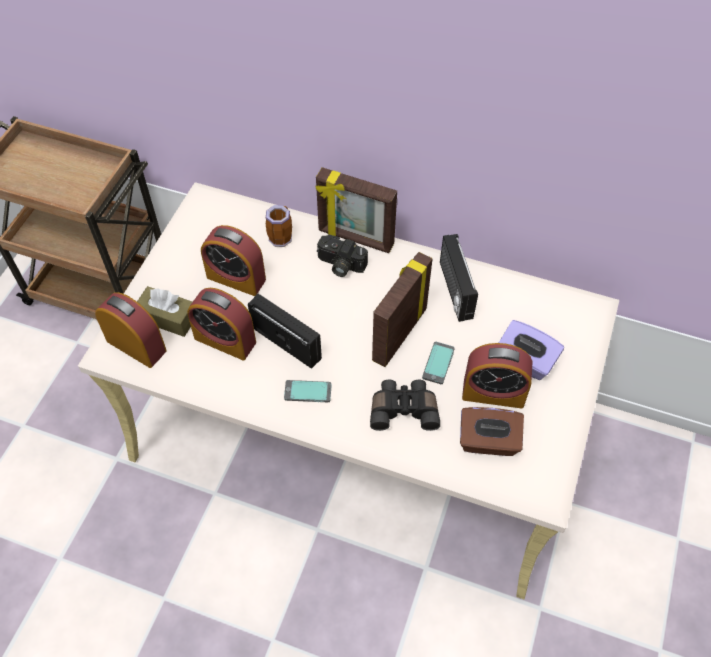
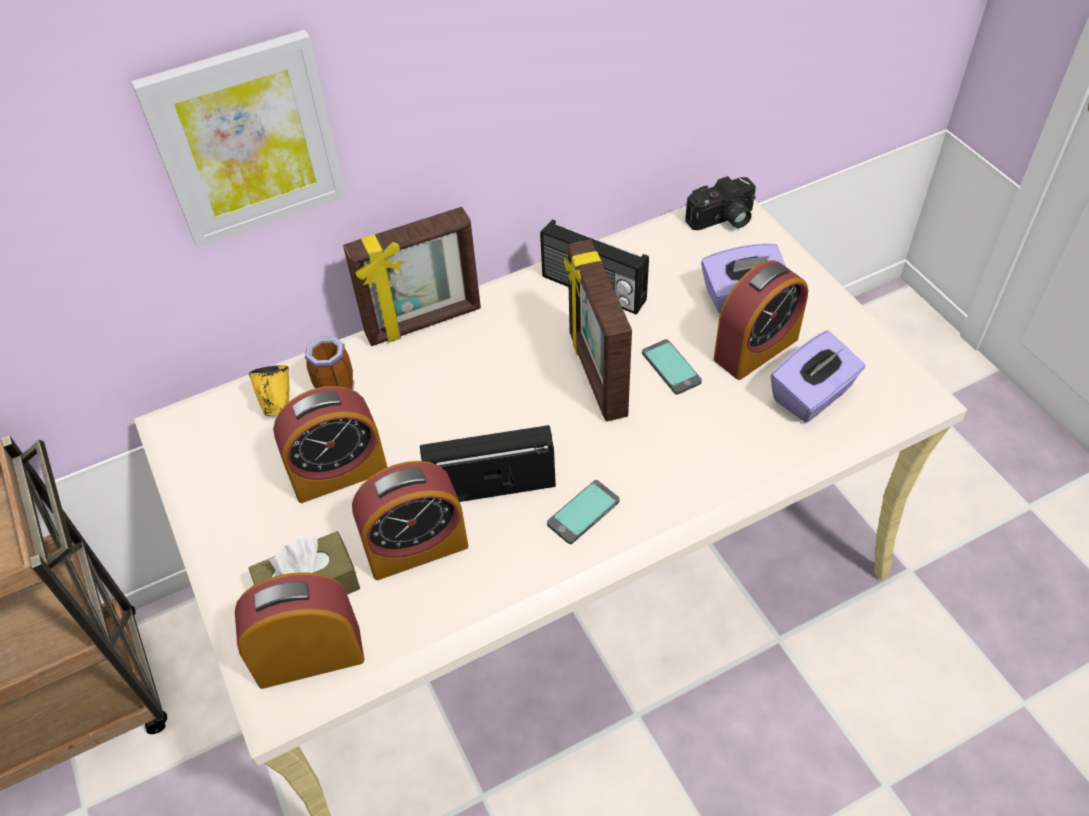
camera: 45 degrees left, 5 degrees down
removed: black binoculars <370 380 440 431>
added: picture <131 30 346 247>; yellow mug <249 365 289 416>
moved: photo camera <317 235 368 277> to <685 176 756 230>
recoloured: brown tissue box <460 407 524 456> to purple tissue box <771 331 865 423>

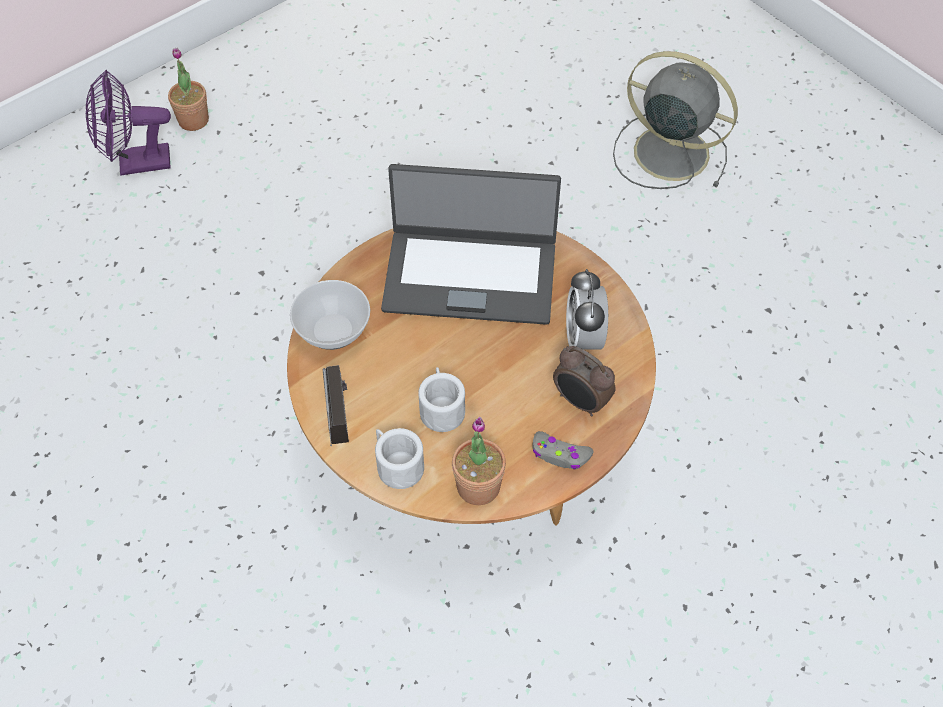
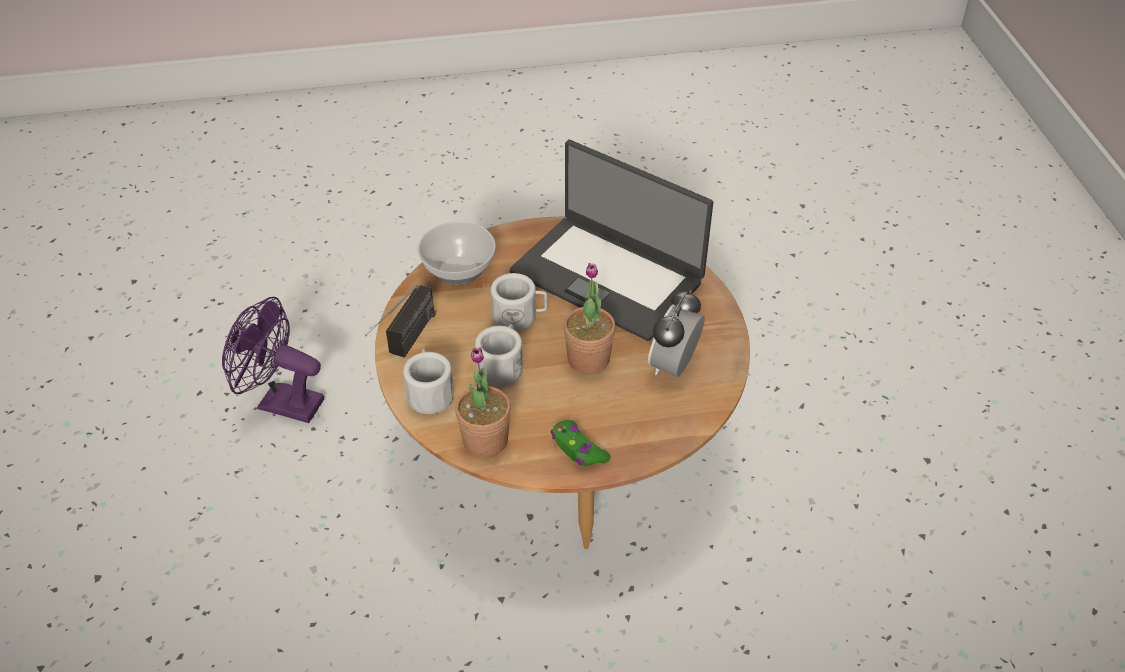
camera: 30 degrees right, 10 degrees down
removed: alarm clock <553 346 615 416>; grey fan <613 51 738 189>
added: white mug <490 273 547 331>
moved: purple fan <86 70 171 176> to <222 297 324 423>; potted plant <168 48 209 131> to <563 263 616 374>
recoloured: grey game controller <532 431 594 470> to green game controller <551 420 611 466>

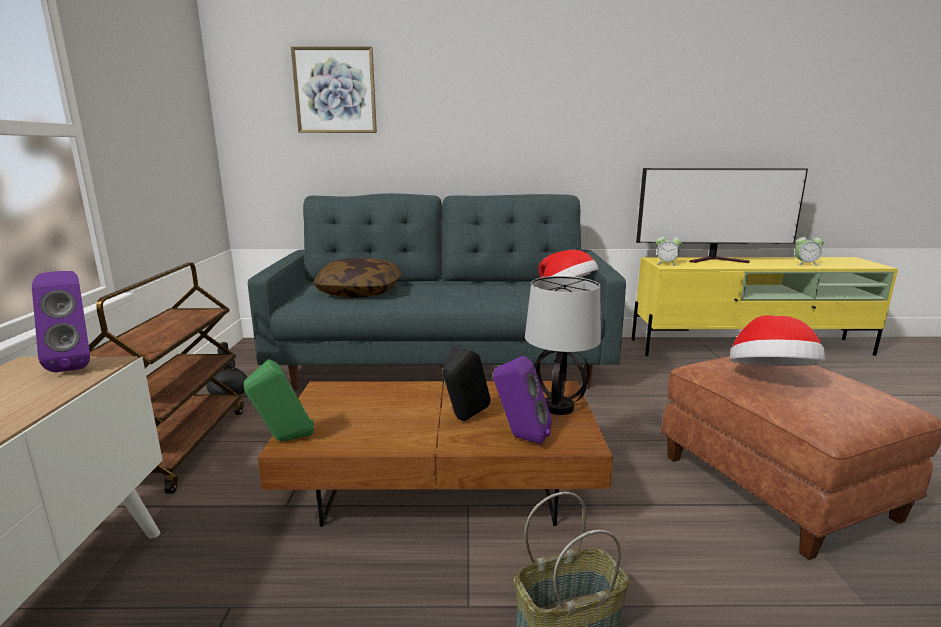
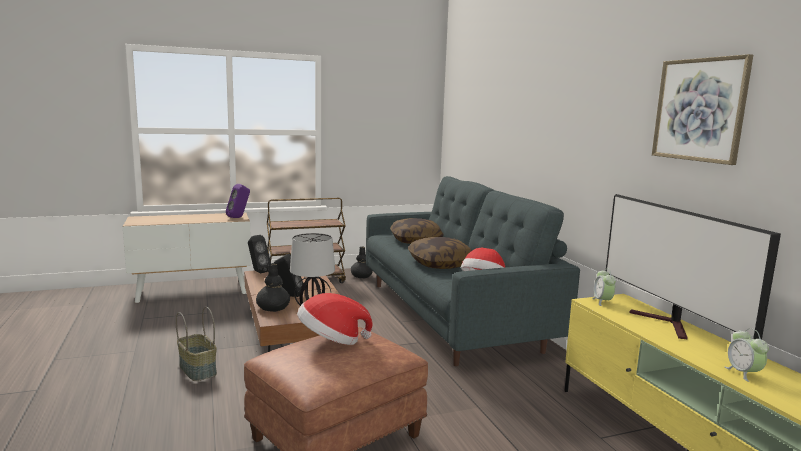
camera: 70 degrees right, 5 degrees down
added: pillow <408 237 472 269>
moved: picture <291 46 377 133> to <652 54 753 165>
replaced: purple speaker <493 356 552 444> to black vase <256 263 290 312>
recoloured: green speaker <244 359 314 442> to black speaker <248 235 271 273>

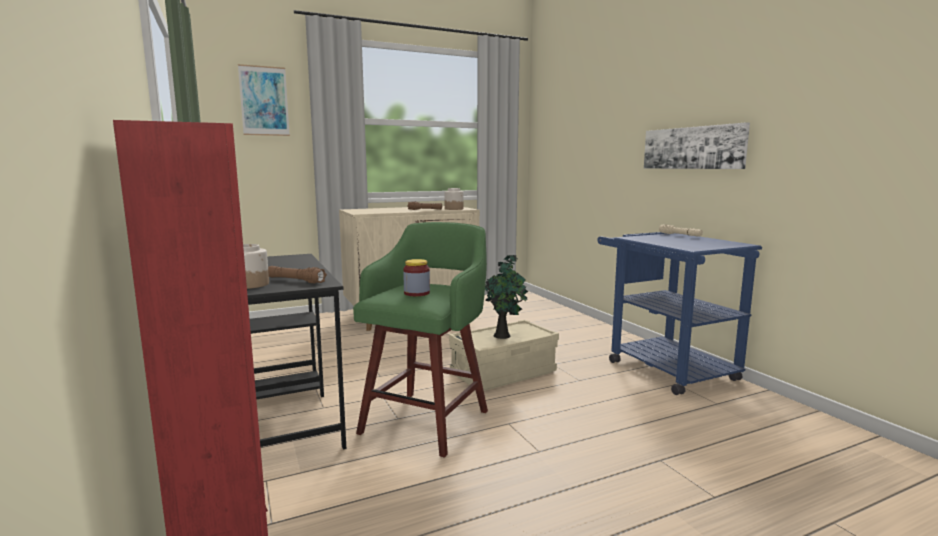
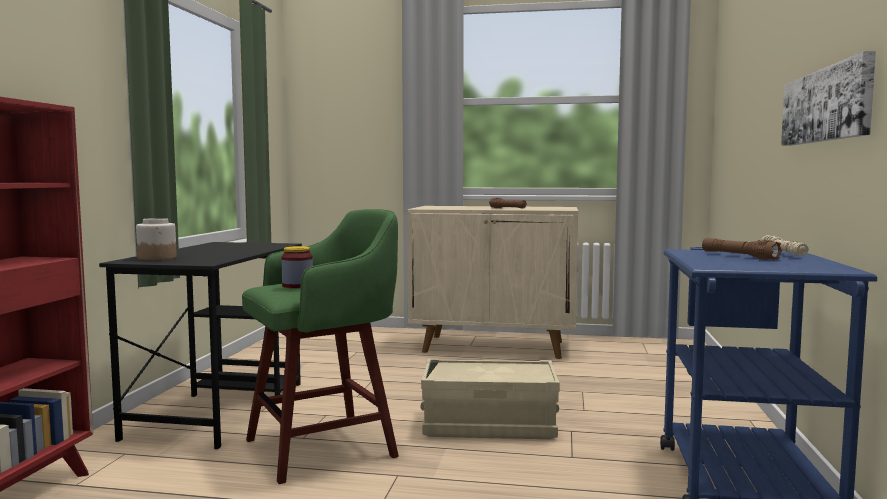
camera: 35 degrees right, 5 degrees down
removed: picture <238 64 290 136>; jar <445 188 464 210>; potted plant <485 255 528 339>
moved: brown flashlight <268 266 327 283> to <702 238 782 260>

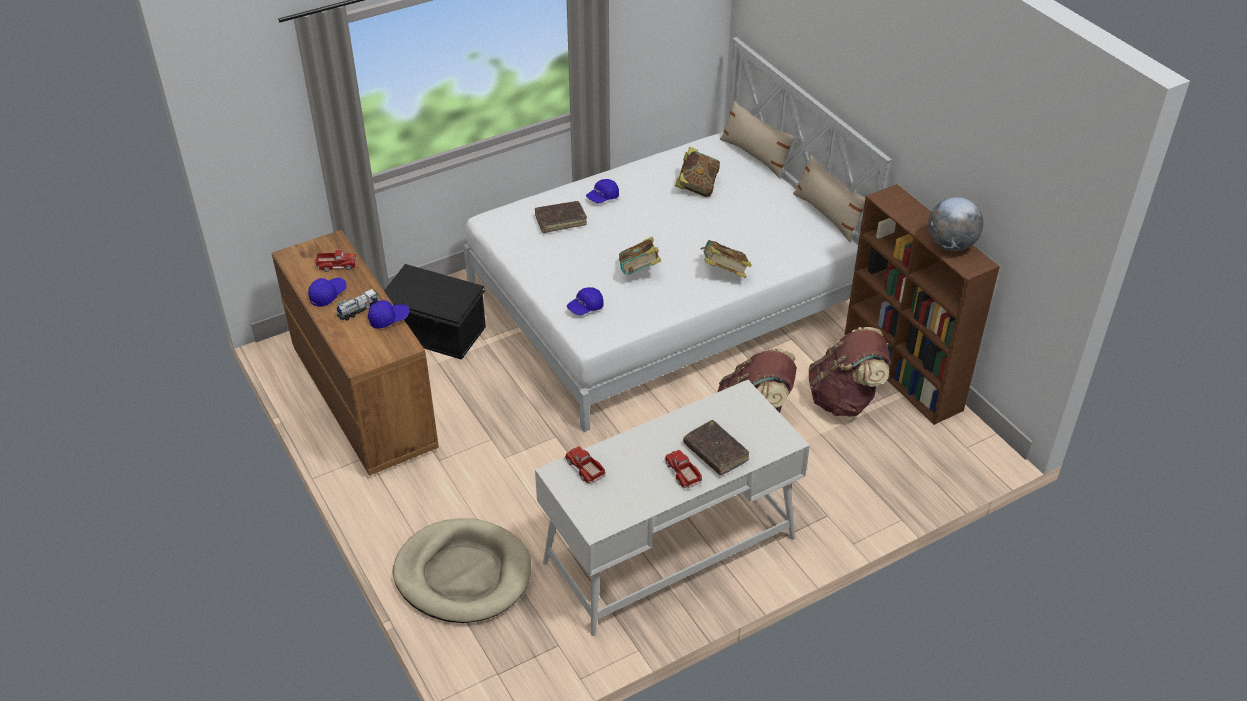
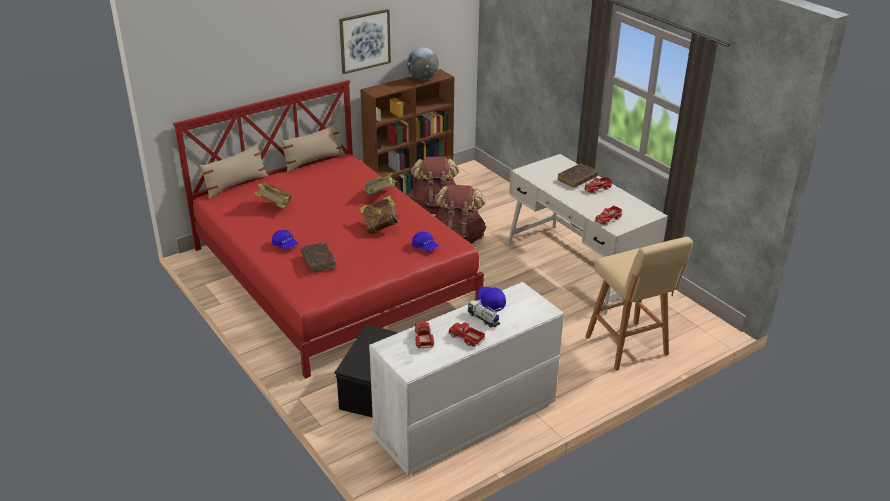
camera: 95 degrees left, 10 degrees down
added: picture <339 9 391 74>
replaced: blue cap <308 278 347 307> to toy truck <448 322 485 347>; beige dog bed <393 518 531 623> to beige stool <585 237 693 371>
recoloured: white bed <464 37 892 432> to red bed <173 80 484 379>; brown dresser <272 230 439 476> to white dresser <369 282 564 475>

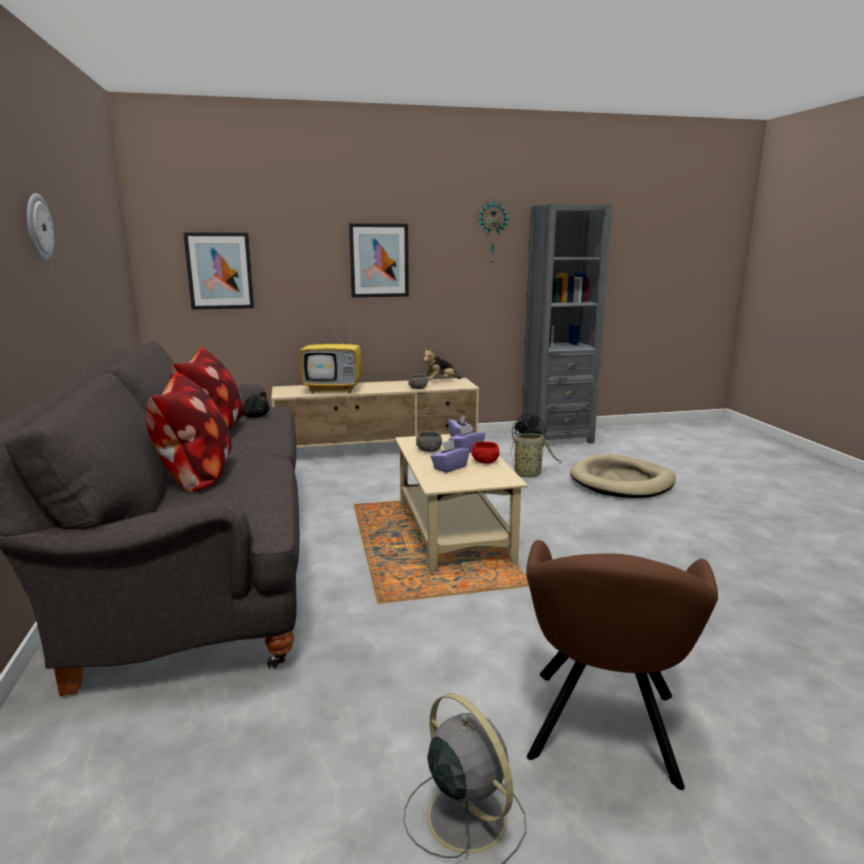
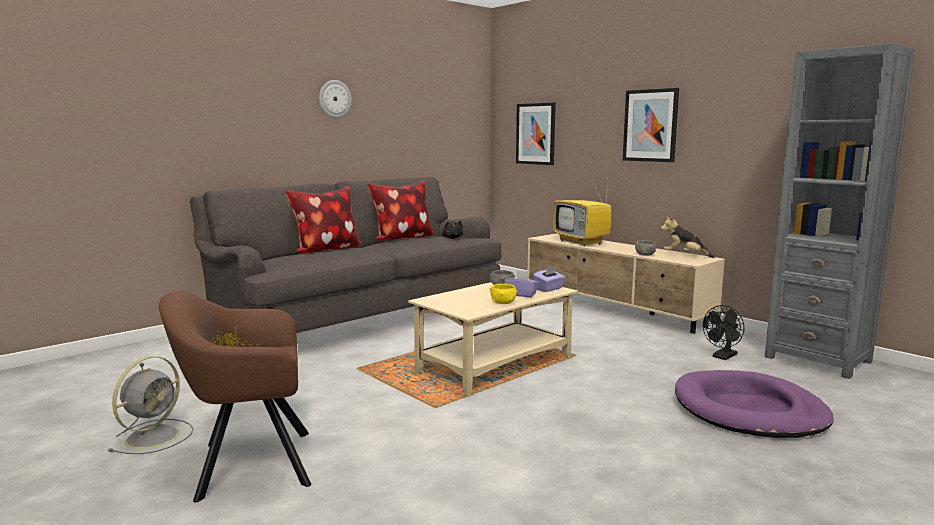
camera: 60 degrees right, 5 degrees down
removed: purple tissue box <430 440 470 473>; wall clock <477 201 509 264>; basket <511 433 562 478>
recoloured: red bowl <472 441 499 464> to yellow bowl <490 284 517 304>; beige dog bed <570 454 676 498> to purple dog bed <675 370 834 438>

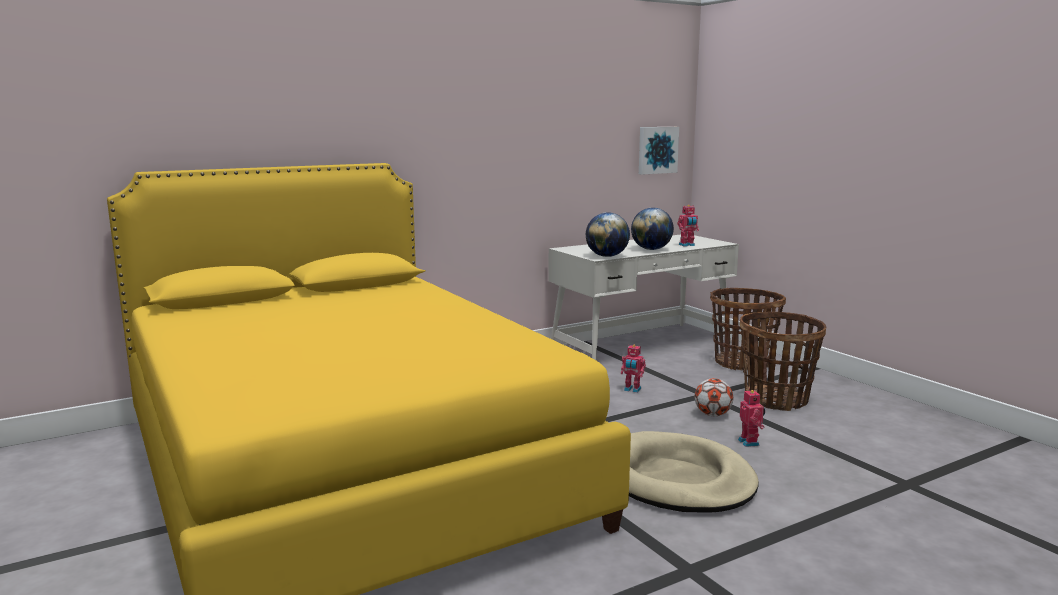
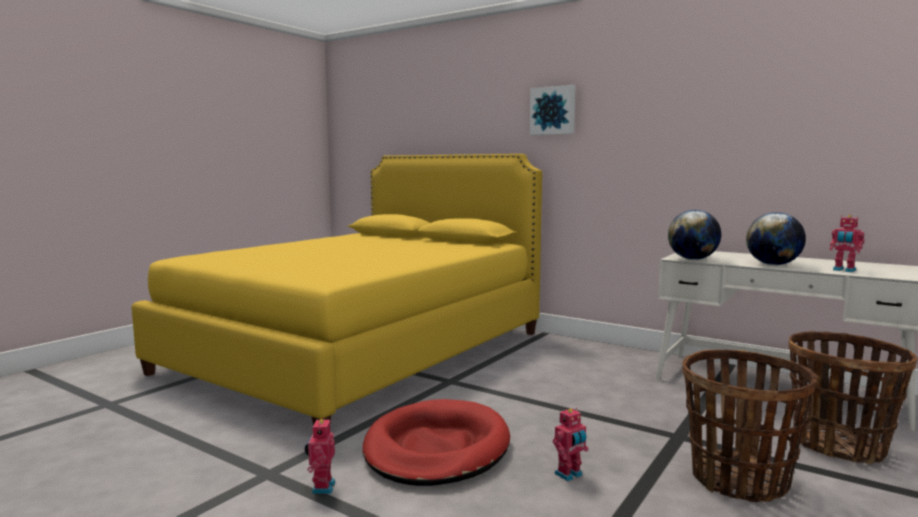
camera: 65 degrees right, 5 degrees down
removed: football <695 378 733 416>
moved: toy robot <621 345 646 393> to <305 417 336 494>; picture <639 127 679 175> to <530 85 576 135>
recoloured: beige dog bed <629 431 759 513> to red dog bed <363 399 510 486>

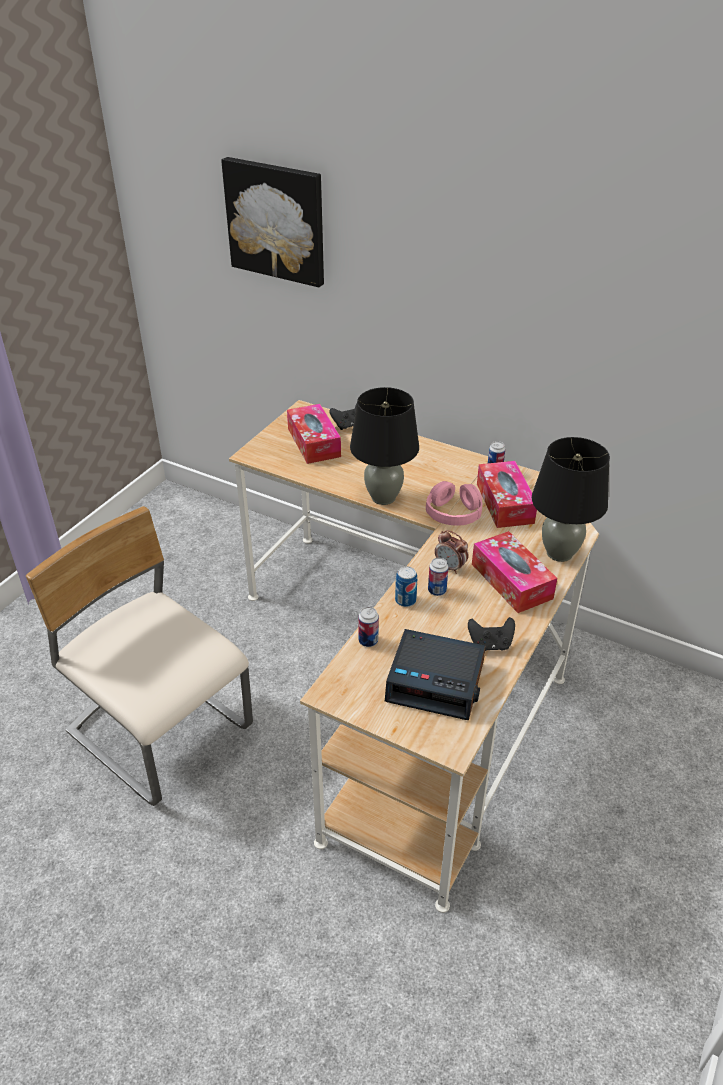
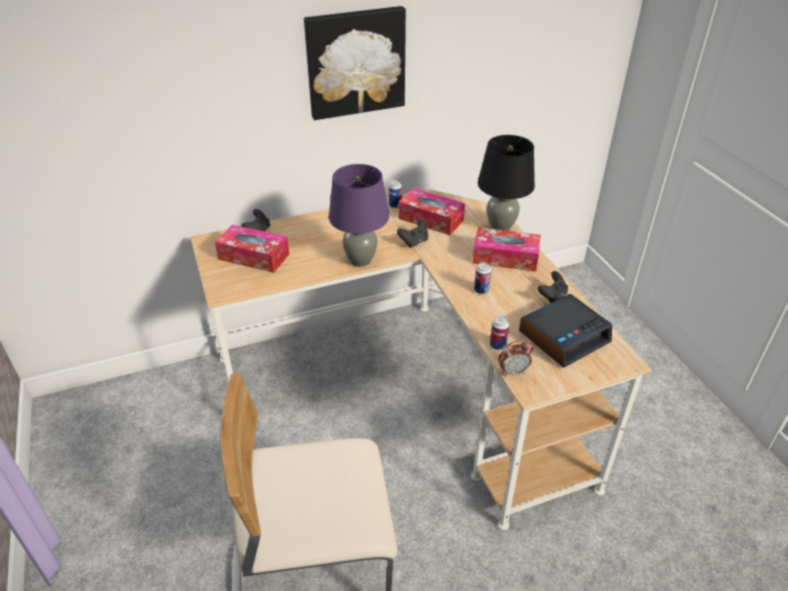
camera: 50 degrees left, 0 degrees up
removed: can <395 566 417 607>
moved: picture <221 157 324 287> to <304 6 406 120>; alarm clock <435 530 468 574> to <498 340 533 377>
replaced: pink headphones <426 481 482 526> to black game controller <397 219 428 248>
recoloured: black table lamp <350 387 419 505> to purple table lamp <329 164 389 267>

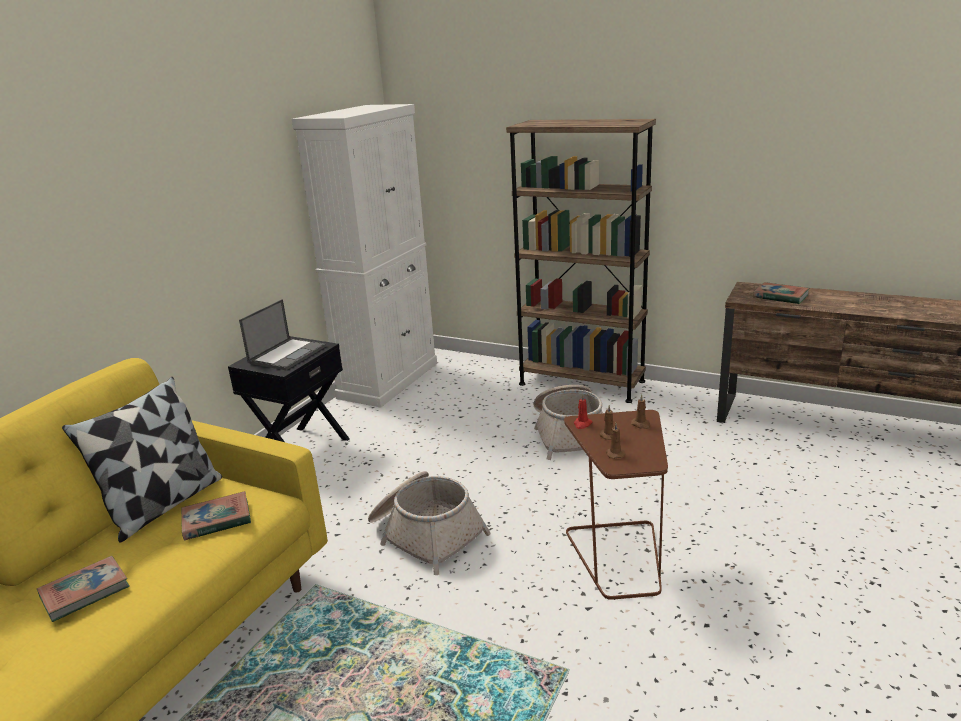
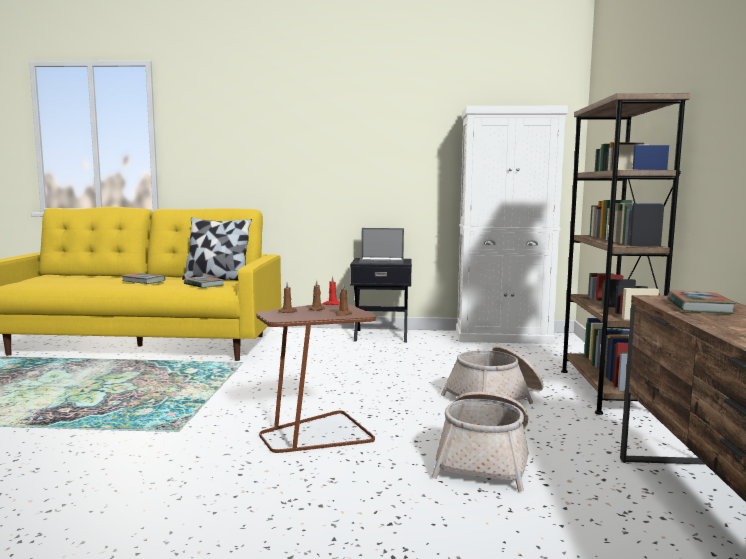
camera: 65 degrees right, 15 degrees down
moved: basket <368 471 491 575> to <431 391 529 491>

